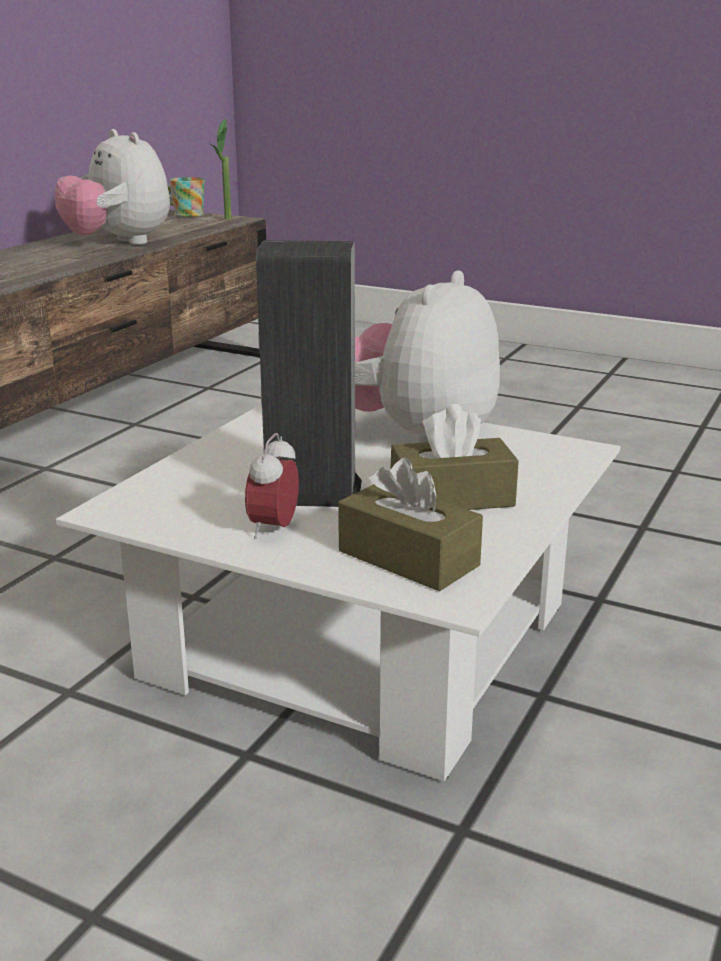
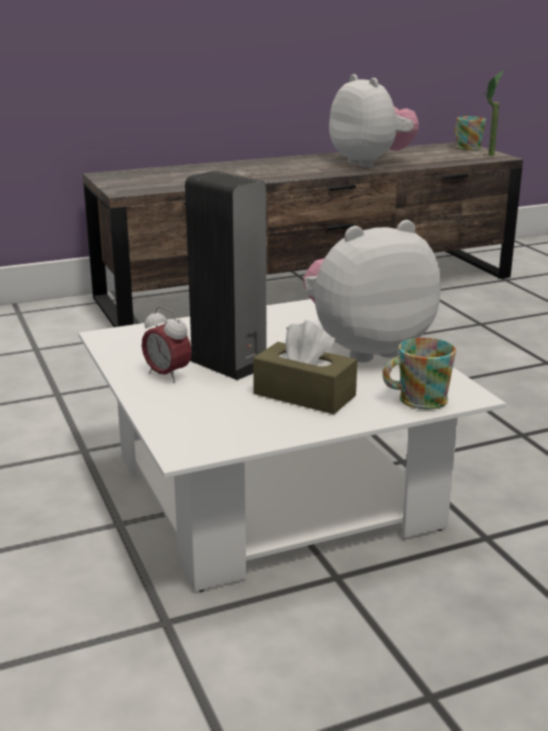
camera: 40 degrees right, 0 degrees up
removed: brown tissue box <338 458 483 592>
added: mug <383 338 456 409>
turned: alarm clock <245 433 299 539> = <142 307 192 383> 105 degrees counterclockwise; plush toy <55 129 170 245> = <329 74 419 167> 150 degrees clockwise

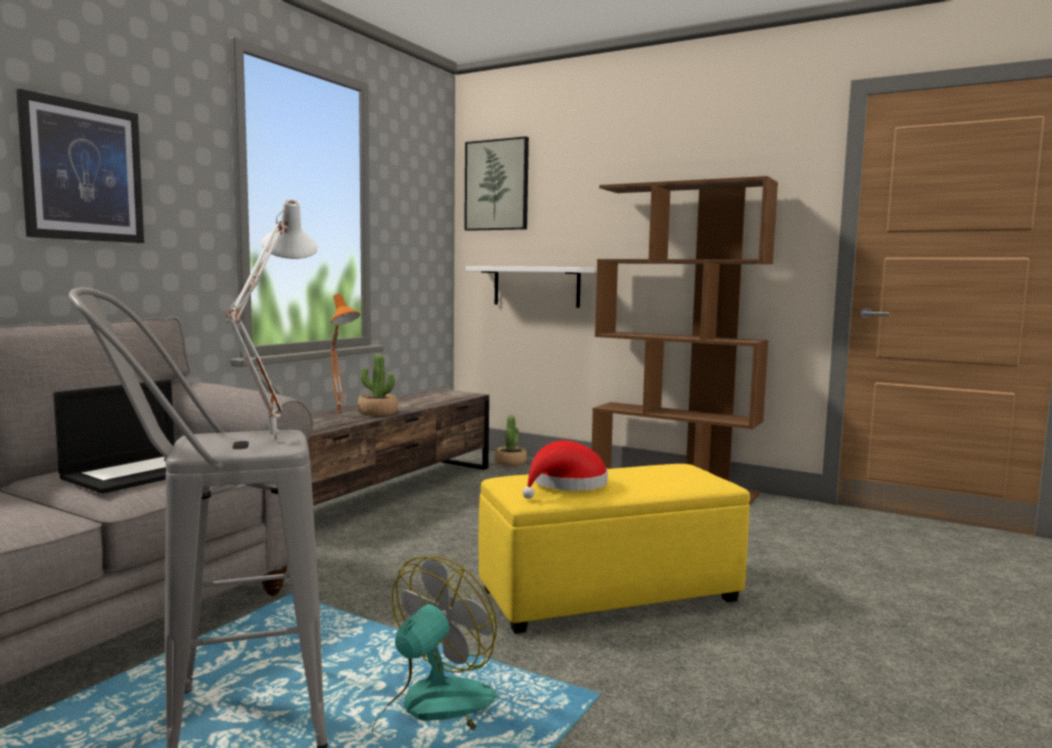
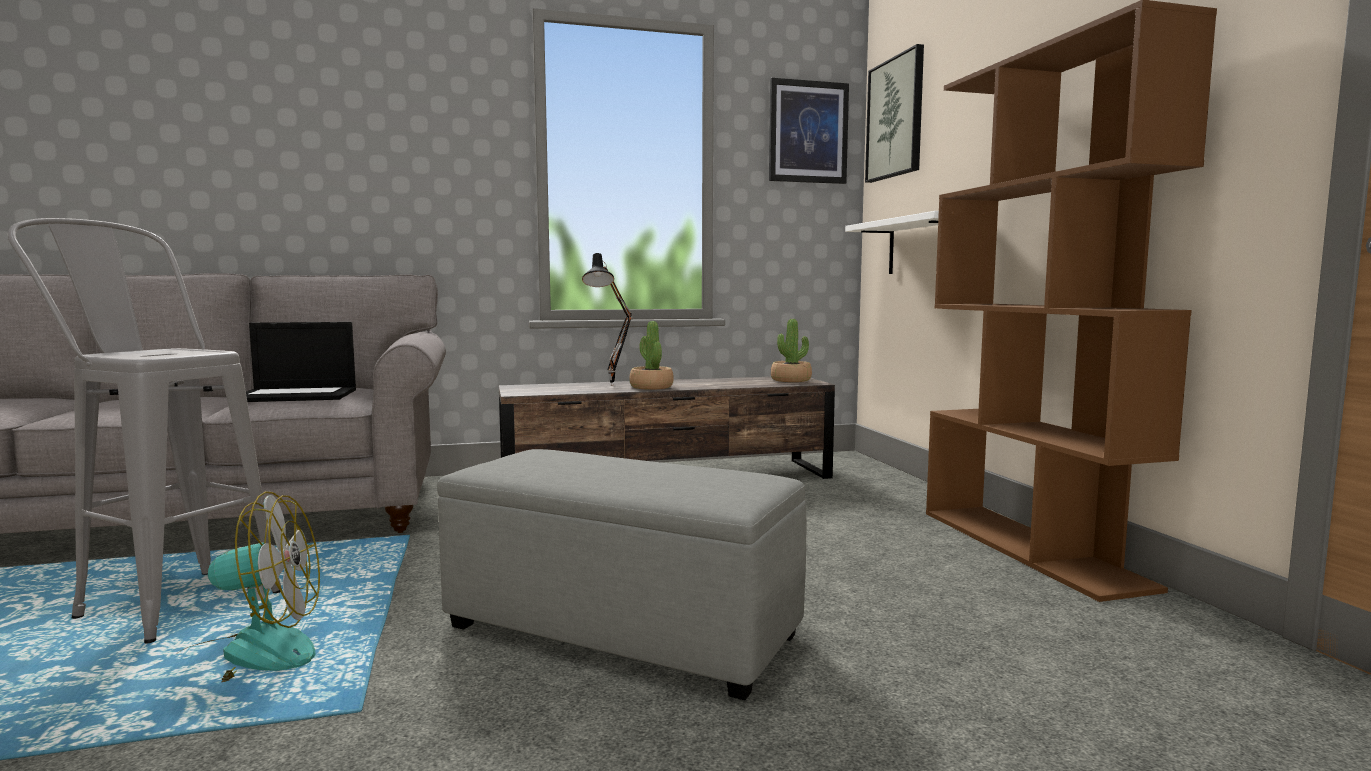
camera: 45 degrees right, 0 degrees up
removed: white table lamp <226 200 318 442>; red hat <522 440 608 499>
moved: picture <16 89 144 243> to <769 78 849 184>; potted plant <495 415 527 466> to <771 319 812 382>
recoloured: yellow ottoman <479 464 750 634> to grey ottoman <437 449 806 700>; orange table lamp <331 294 360 417> to black table lamp <582 253 632 386>

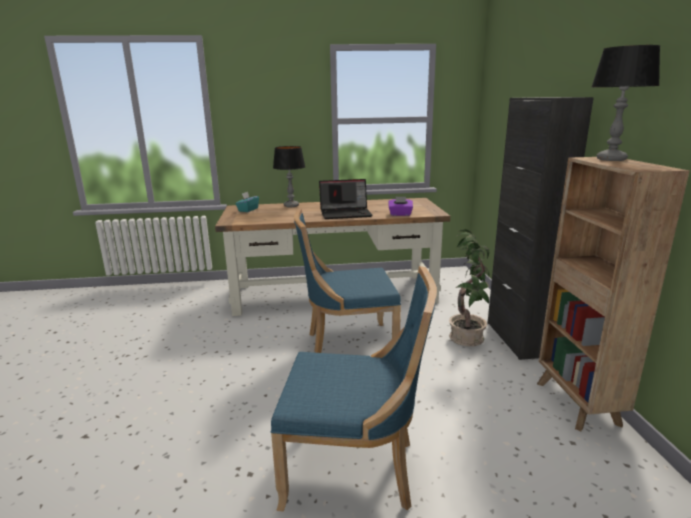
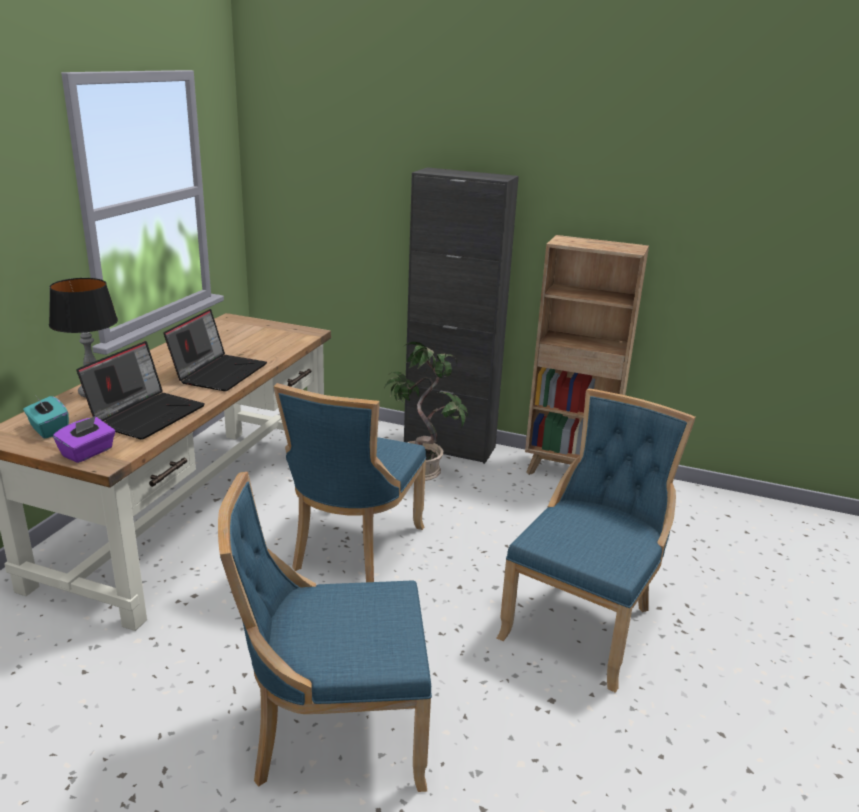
camera: 65 degrees left, 5 degrees up
removed: table lamp <592 45 660 161>
added: laptop <77 341 205 440>; blue chair <218 472 432 792>
moved: purple tissue box <388 197 413 216> to <53 416 115 463>

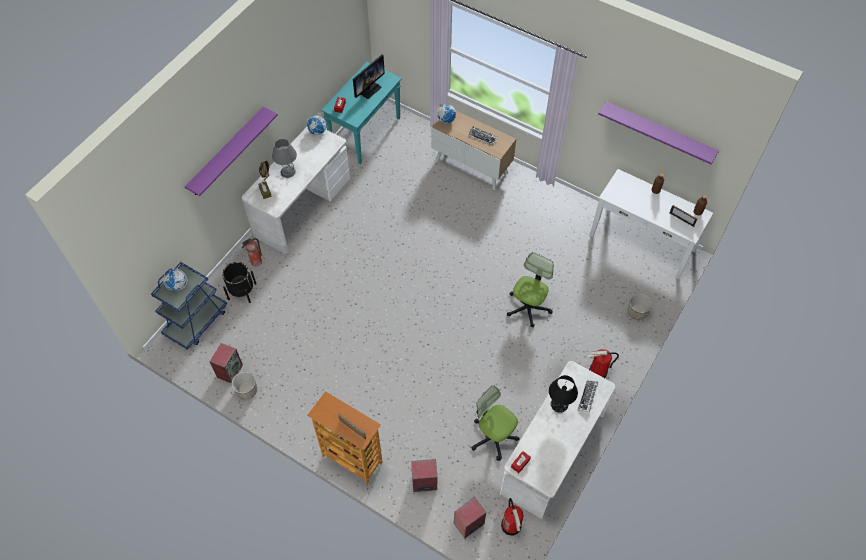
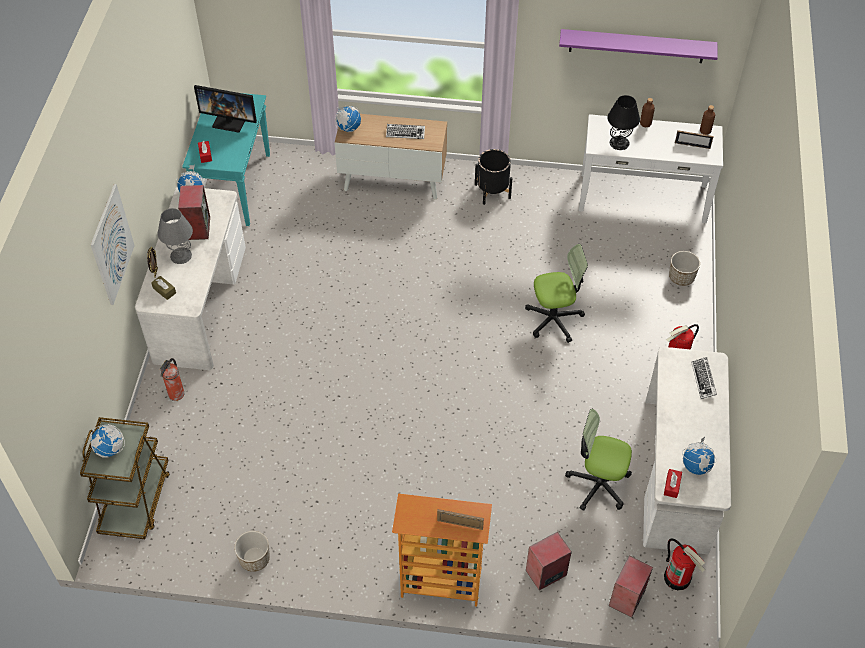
camera: 25 degrees left, 5 degrees down
added: globe <682 436 717 475>
moved: speaker <210 343 243 383> to <178 185 210 240>; black planter <222 262 256 303> to <475 149 512 205>; black table lamp <549 375 578 413> to <607 95 640 150>
replaced: purple shelf <185 107 278 196> to picture <91 184 135 305>
recoloured: blue cart <151 262 227 350> to brown cart <80 417 170 539>
turned: monitor <353 55 385 99> = <194 85 257 133> 90 degrees clockwise; office chair <507 252 553 327> = <525 244 588 343> 75 degrees clockwise

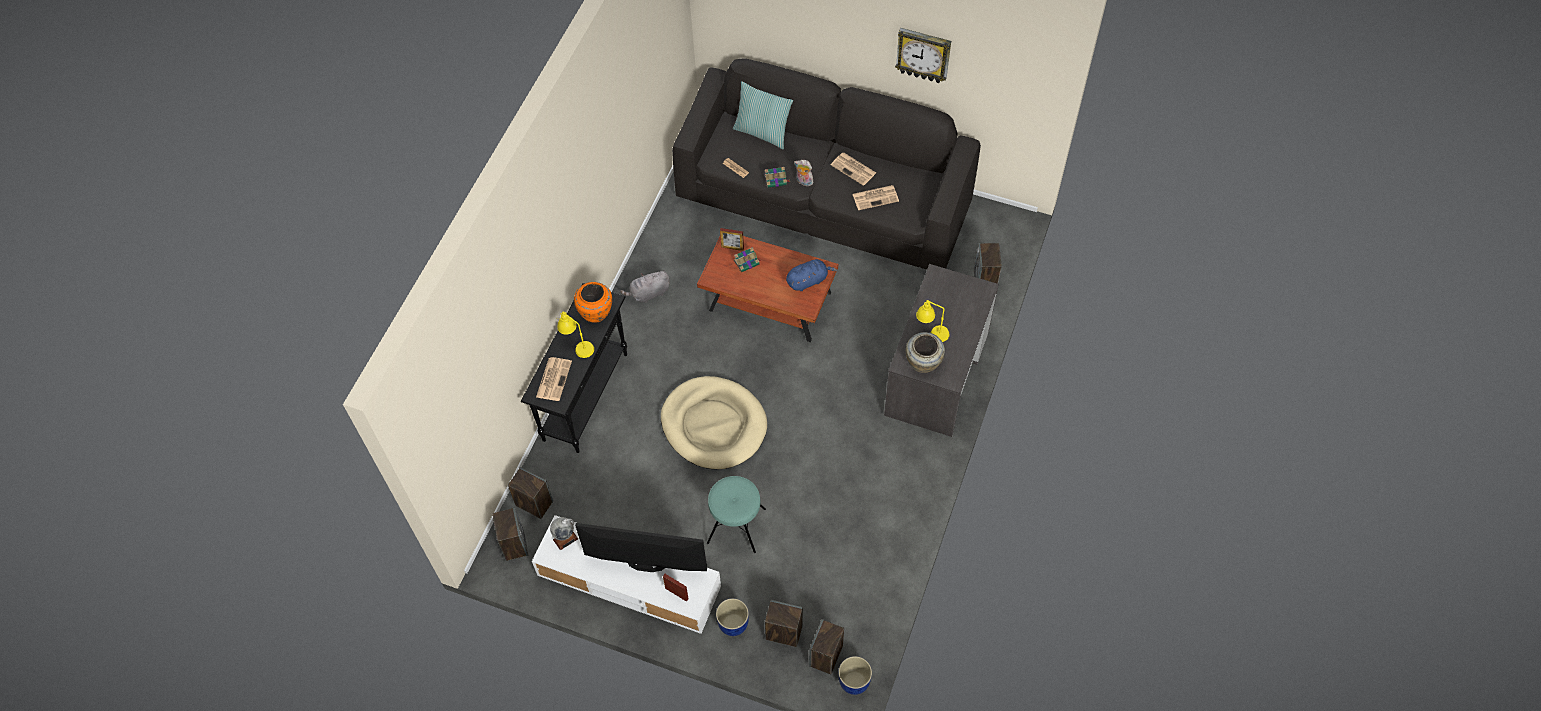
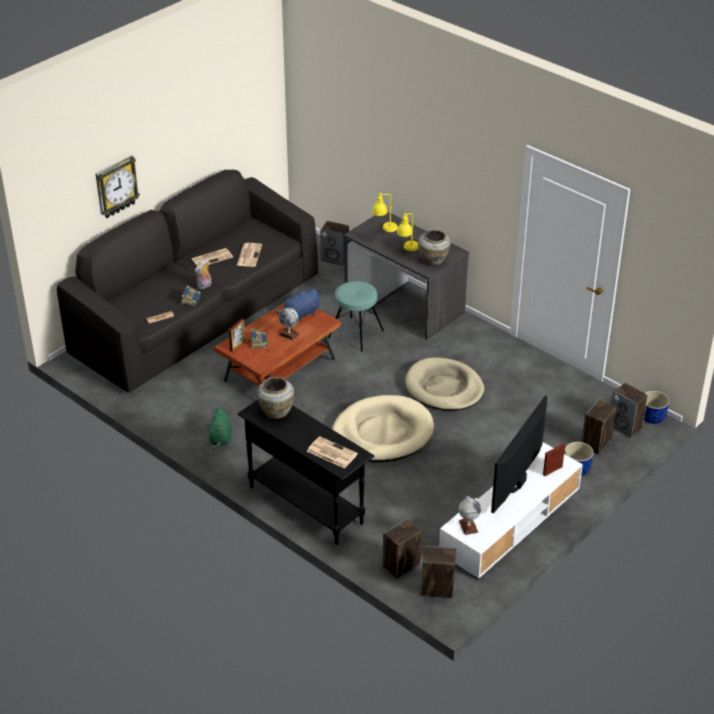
camera: 70 degrees left, 20 degrees down
removed: pillow <733 81 793 150>
added: globe <279 308 300 340>; beige dog bed <405 357 484 411>
moved: wall clock <895 28 951 83> to <96 156 140 218>; turquoise stool <707 476 766 553> to <328 281 384 352>; yellow table lamp <556 311 594 358> to <372 193 398 232>
recoloured: grey plush toy <620 270 670 303> to green plush toy <208 408 232 450>; orange vase <574 282 612 323> to beige vase <257 377 294 419>
turned: blue plush toy <786 259 837 291> = <275 289 320 321> 120 degrees counterclockwise

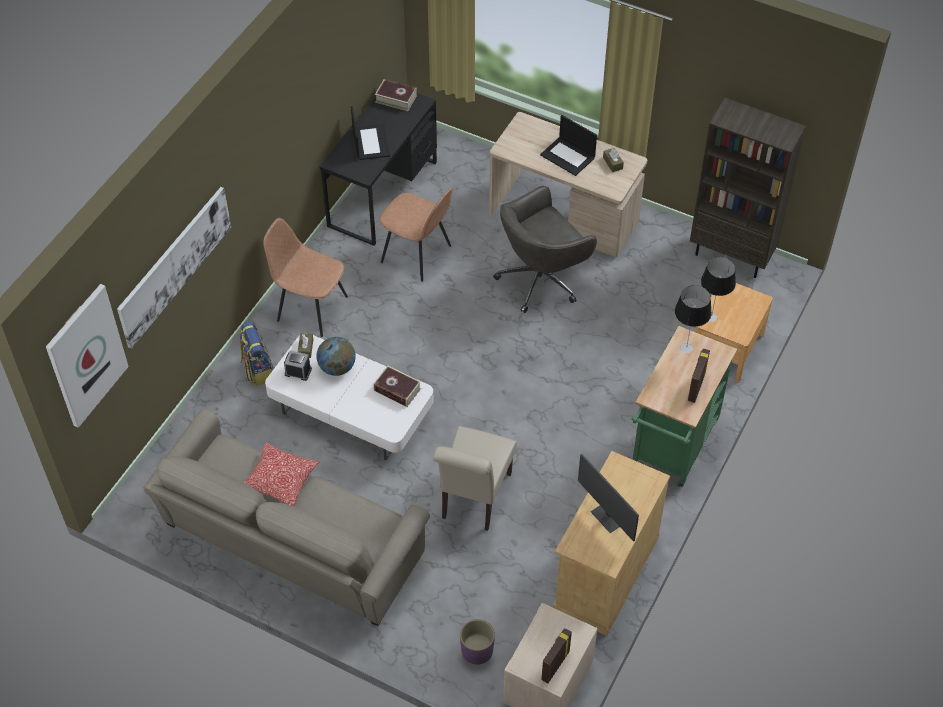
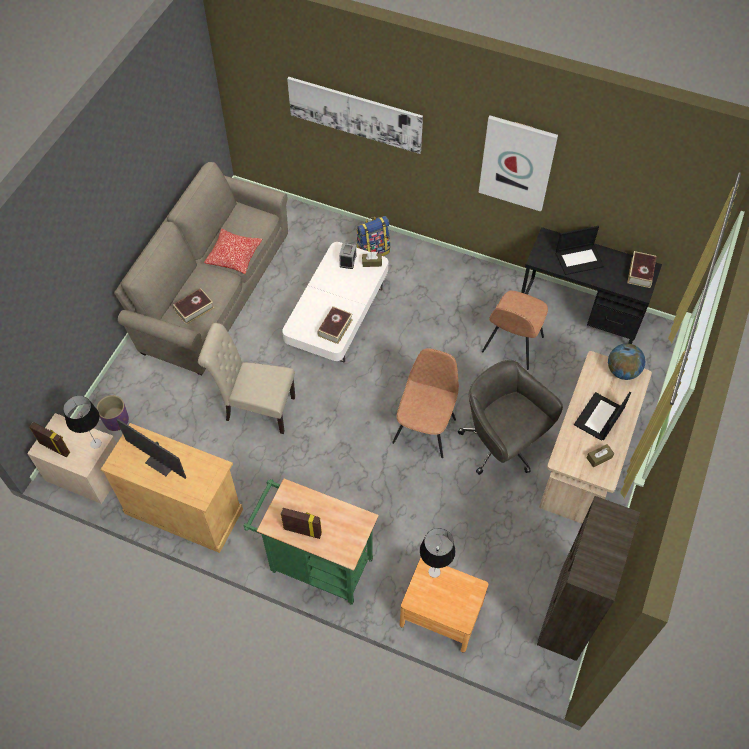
camera: 85 degrees right, 5 degrees up
added: book <173 288 214 325>
moved: table lamp <675 285 712 353> to <63 395 102 449>; brown chair <263 218 348 337> to <392 348 459 458>; picture <46 284 129 427> to <479 115 558 211>; globe <316 337 356 376> to <608 344 645 380>
turned: monitor <578 454 639 542> = <116 418 186 479> 105 degrees counterclockwise

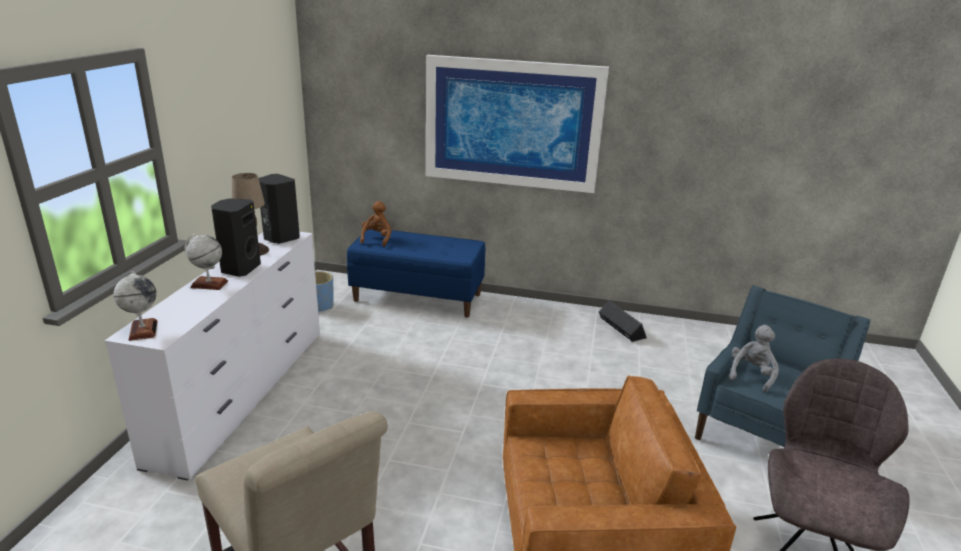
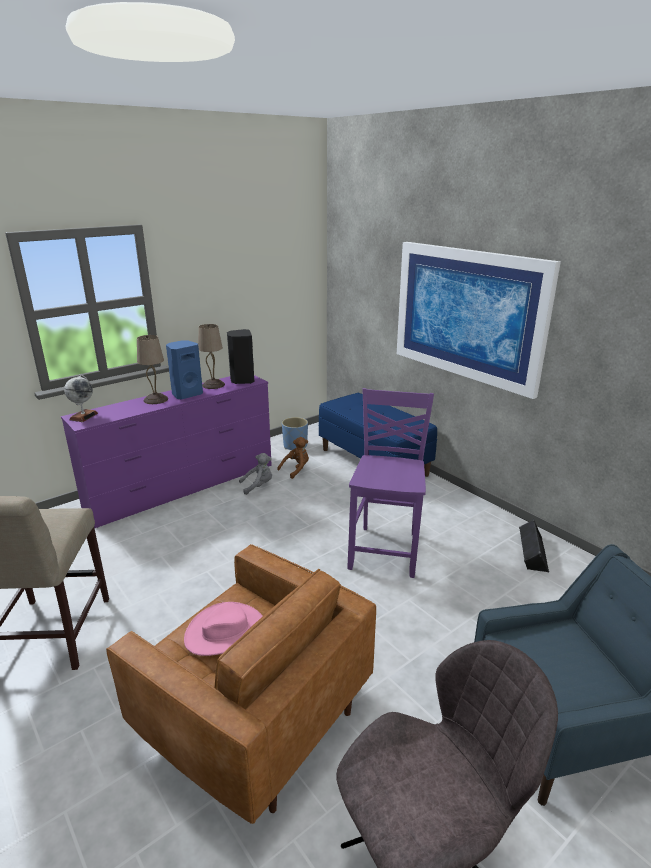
camera: 40 degrees right, 0 degrees up
added: pink hat <184 602 263 656>; purple chair <347 388 434 578>
moved: grey plush toy <729 325 779 392> to <239 453 272 495>; brown plush toy <360 201 392 247> to <277 437 309 479>
replaced: globe <185 234 228 290> to beige table lamp <137 335 168 404>
recoloured: white dresser <104 232 320 481> to purple dresser <61 375 272 528>; black speaker <211 198 261 277> to blue speaker <166 340 203 399>

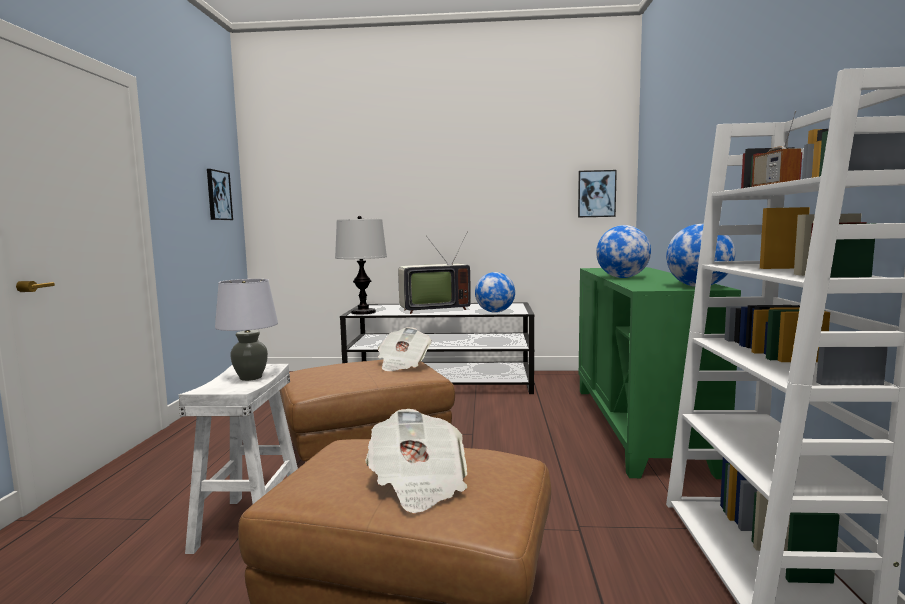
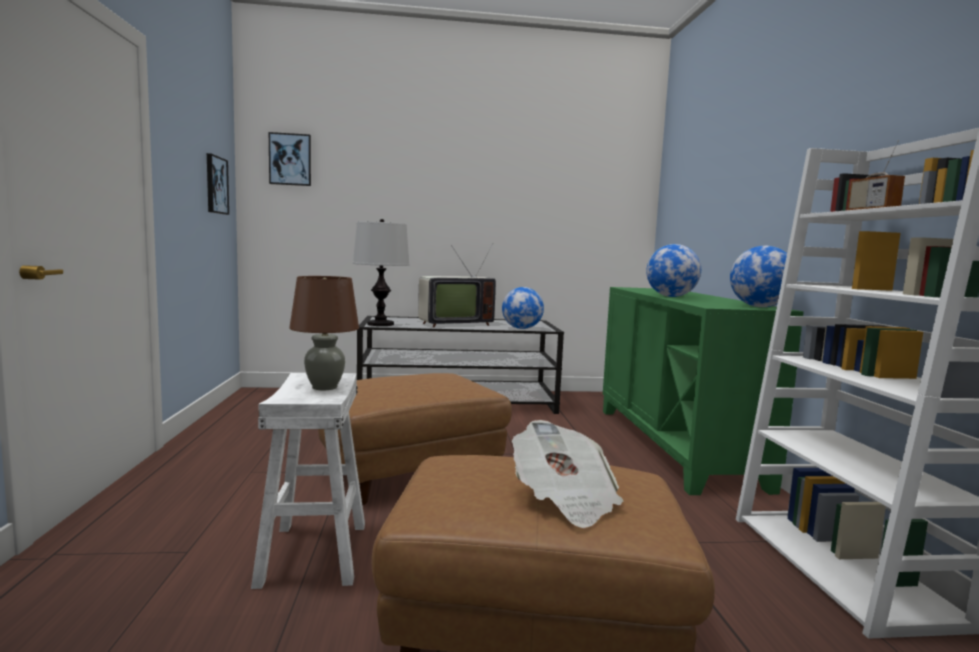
camera: 10 degrees left, 0 degrees up
removed: newspaper <378 327 432 371>
moved: picture <578 170 617 218> to <269 132 311 186>
recoloured: grey table lamp <215 279 278 381> to brown table lamp <289 276 359 390>

